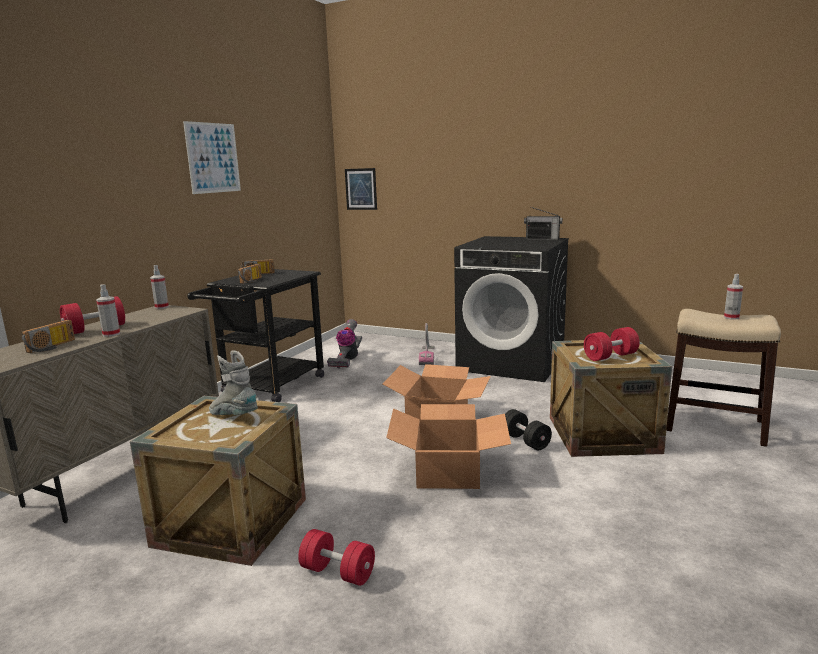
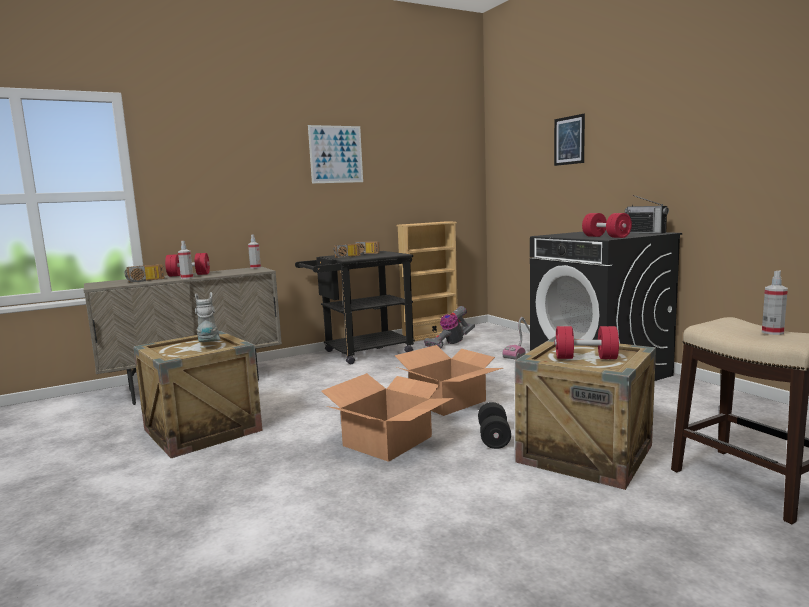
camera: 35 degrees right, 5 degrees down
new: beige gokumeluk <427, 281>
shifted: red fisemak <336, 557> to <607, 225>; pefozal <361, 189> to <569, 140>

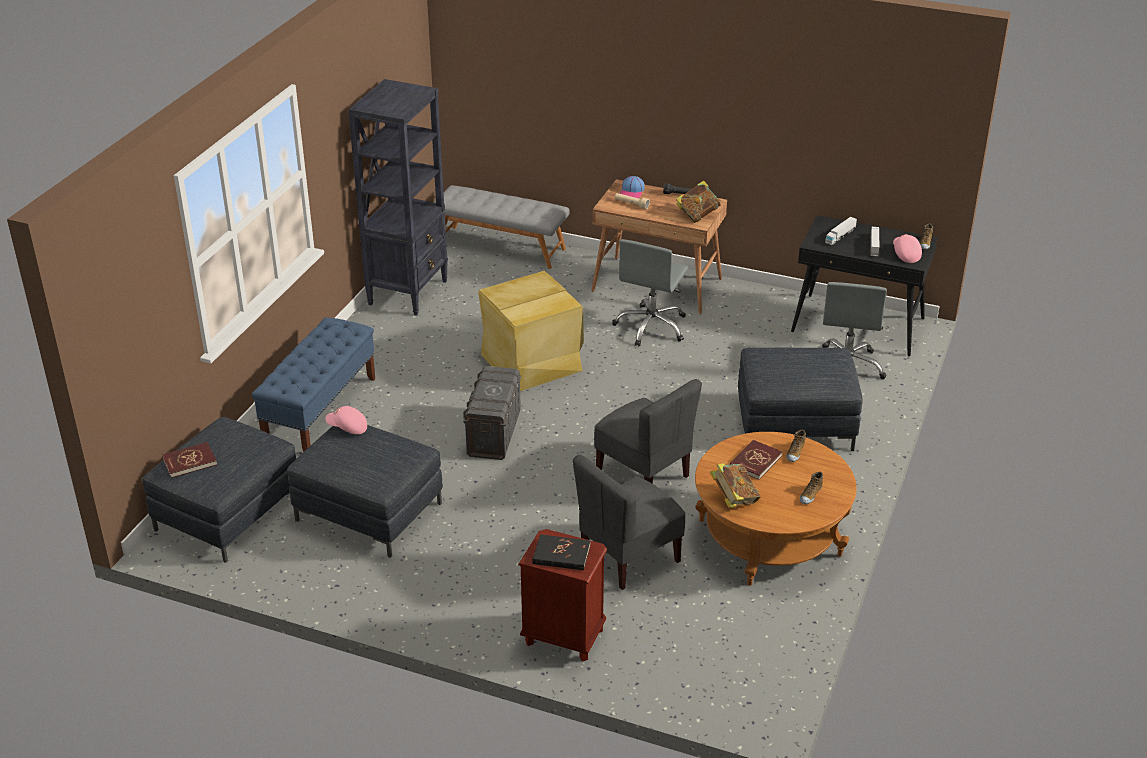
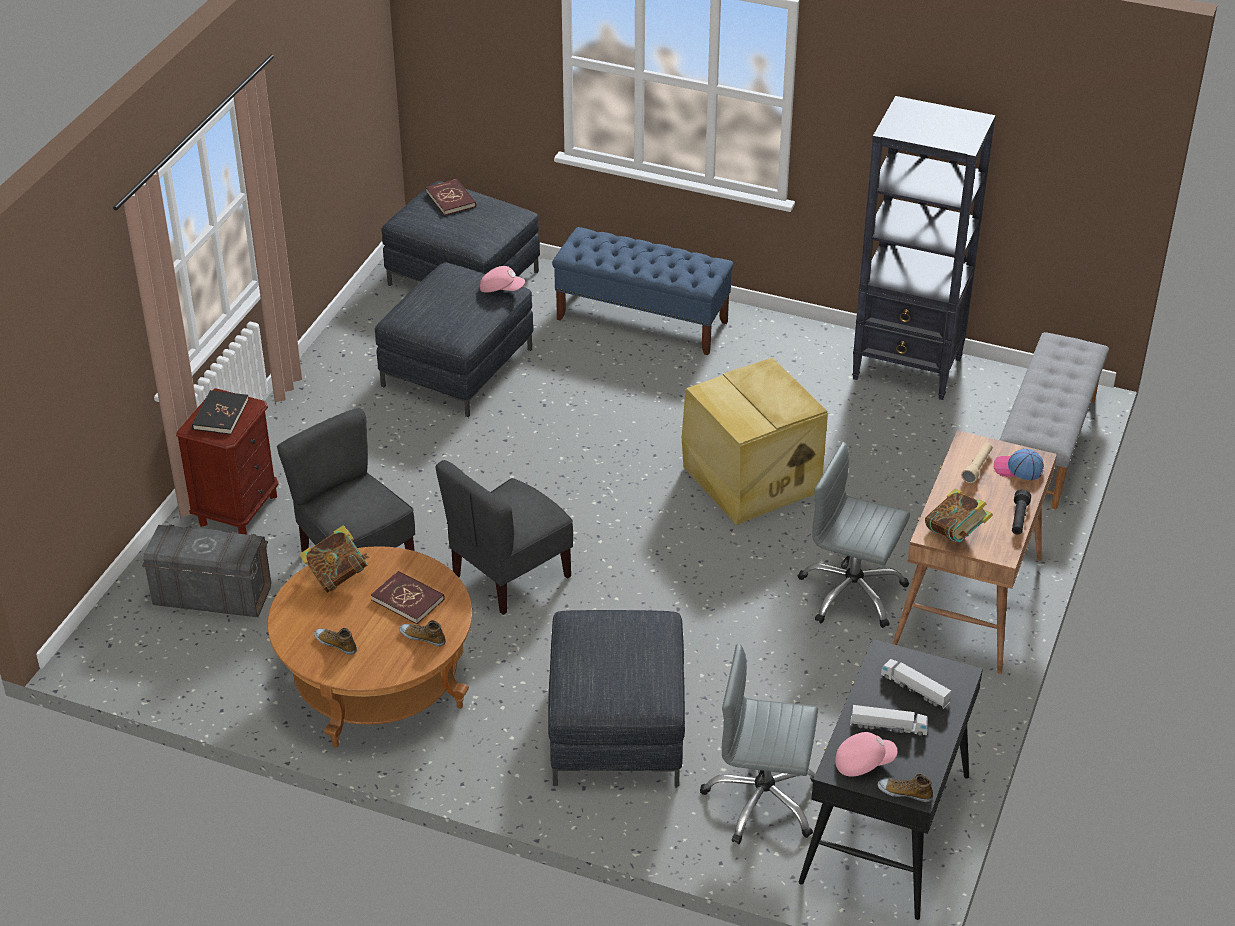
camera: 90 degrees right, 5 degrees up
shifted: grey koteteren <492, 413> to <206, 570>
rotated: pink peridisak <346, 420> = <502, 279> 90 degrees clockwise

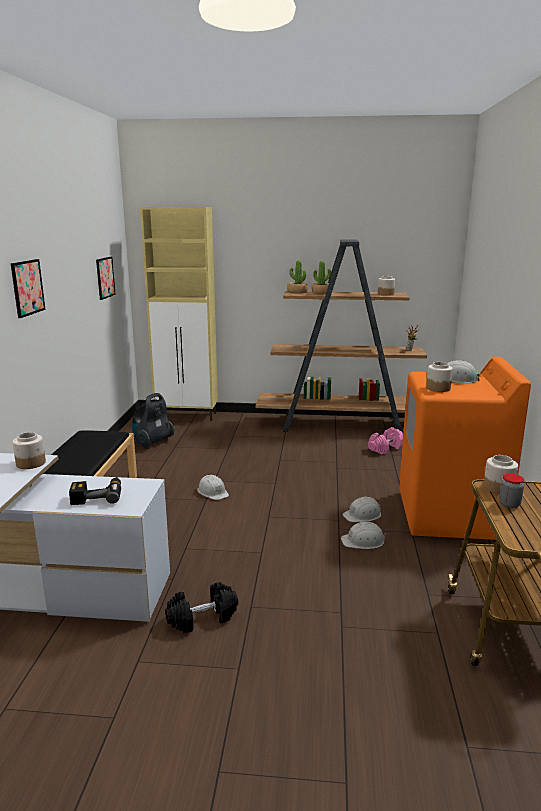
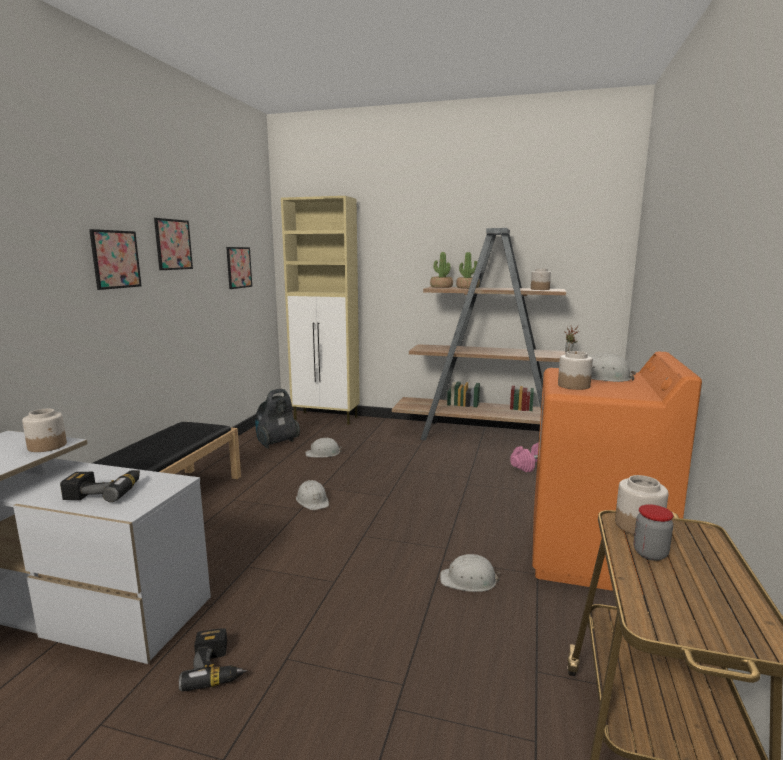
camera: 10 degrees right, 5 degrees down
new: pefozal <173, 244>
shifted: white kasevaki <361, 509> to <323, 447>
swapped: black fisemak <201, 607> to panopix <213, 659>

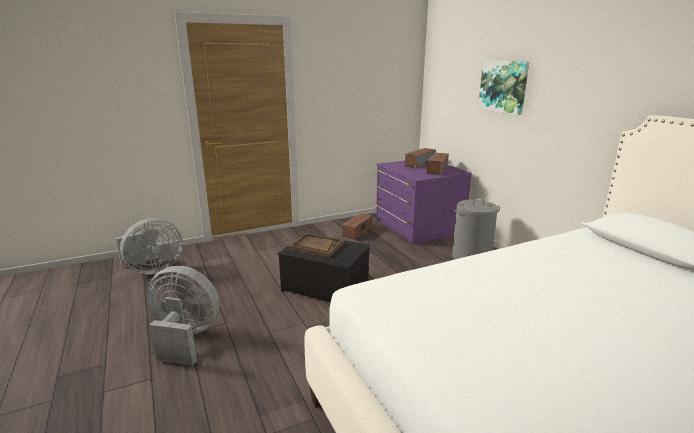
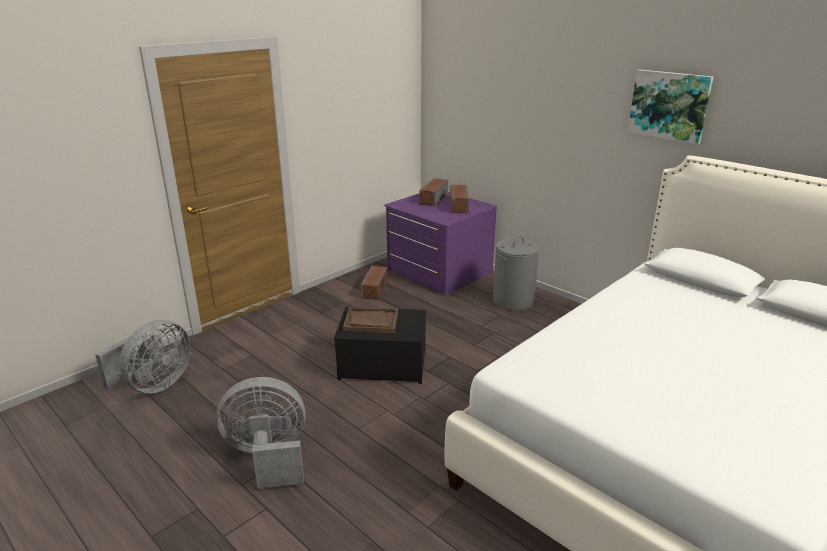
camera: 20 degrees left, 5 degrees up
shifted: pefozal <504, 88> to <670, 106>

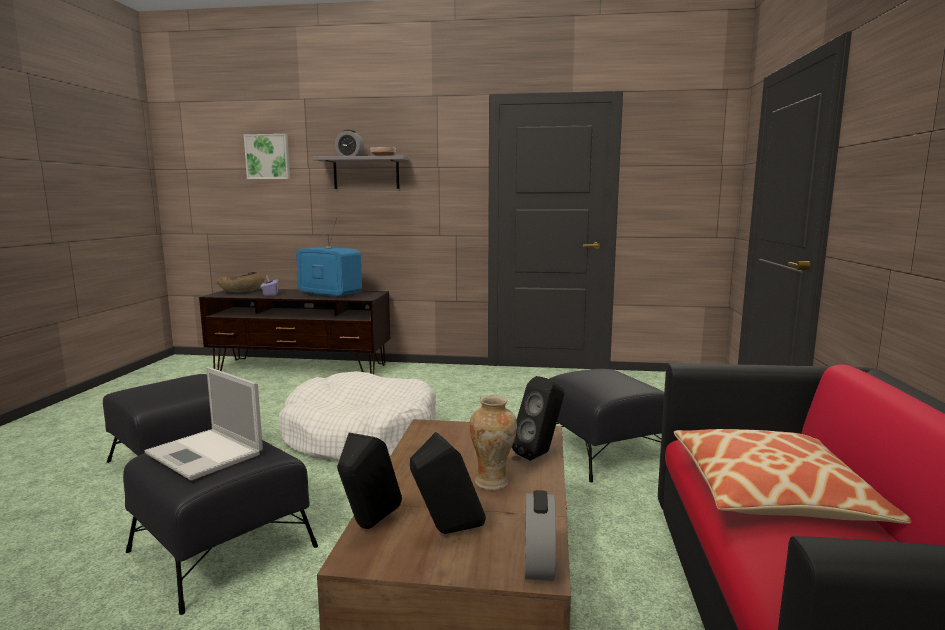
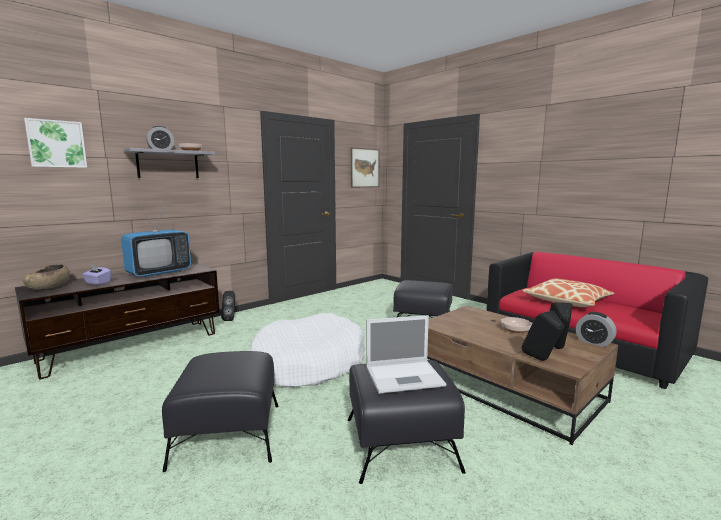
camera: 50 degrees left, 0 degrees up
new: pefozal <365, 167>
shifted: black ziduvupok <538, 418> to <228, 306>
swapped: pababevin <493, 442> to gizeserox <516, 325>
rotated: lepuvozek <329, 257> = <156, 240> 150 degrees clockwise

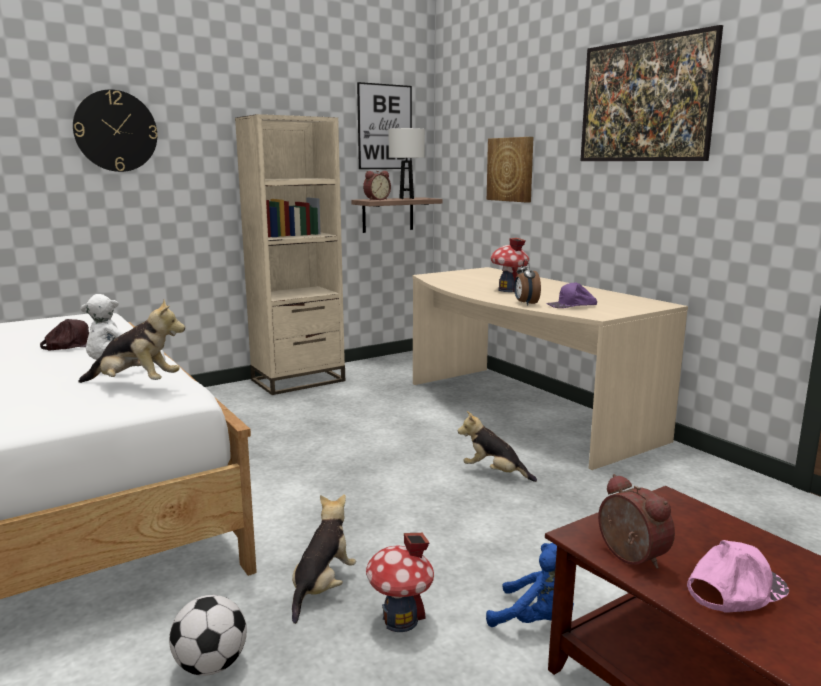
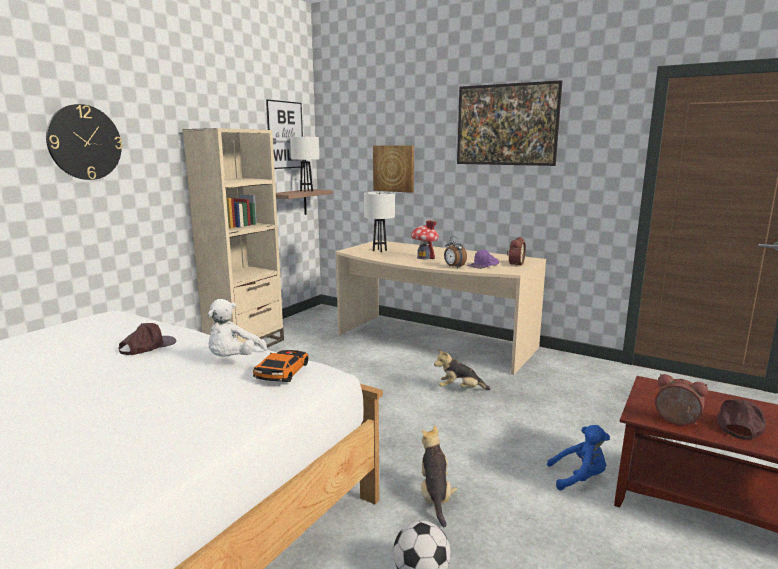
camera: 25 degrees left, 0 degrees up
gone: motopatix <400, 582>
new: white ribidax <379, 222>
shifted: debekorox <377, 185> to <516, 252>
swapped: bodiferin <131, 341> to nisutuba <281, 366>
repainted: pink peridisak <738, 576> to brown peridisak <741, 419>

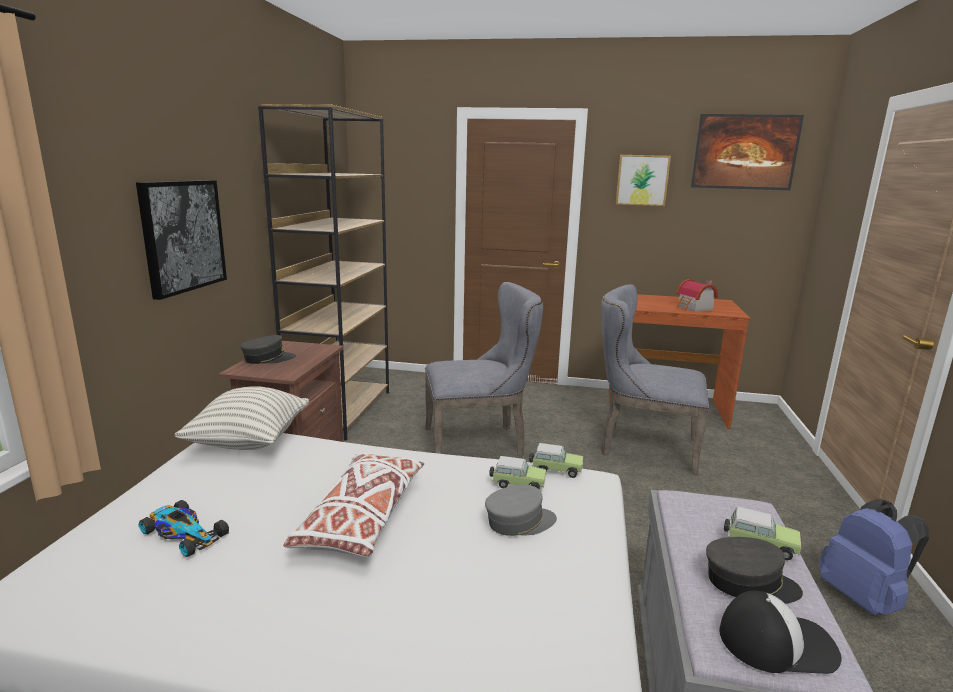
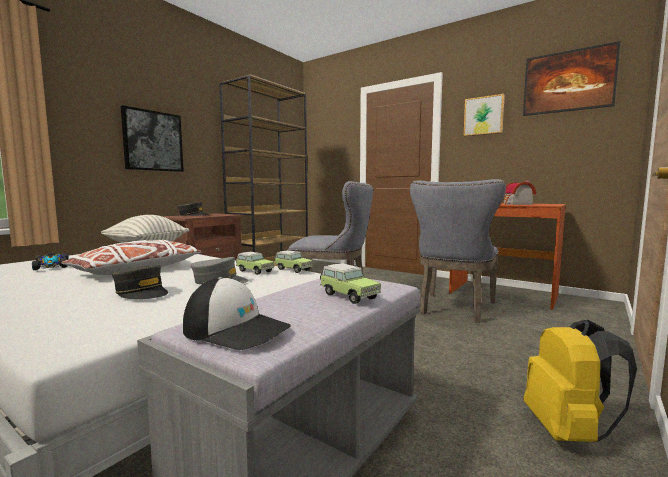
camera: 25 degrees right, 10 degrees down
shifted: grey peridisak <754, 570> to <140, 282>
repainted: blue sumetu <873, 557> to yellow sumetu <580, 381>
rotated: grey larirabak <655, 380> = <458, 251> 105 degrees counterclockwise

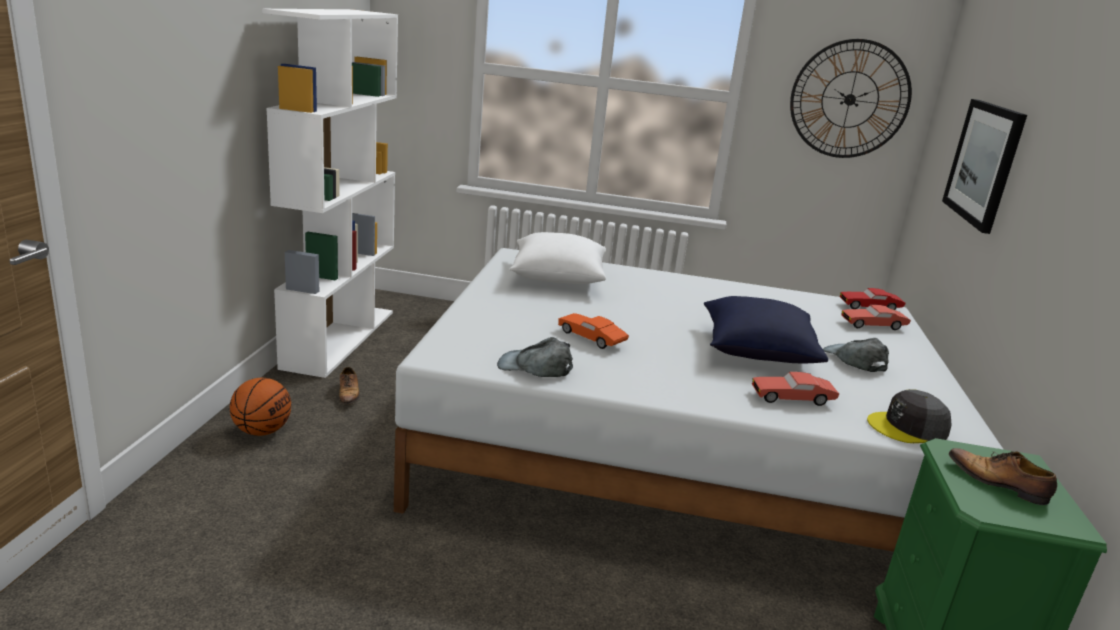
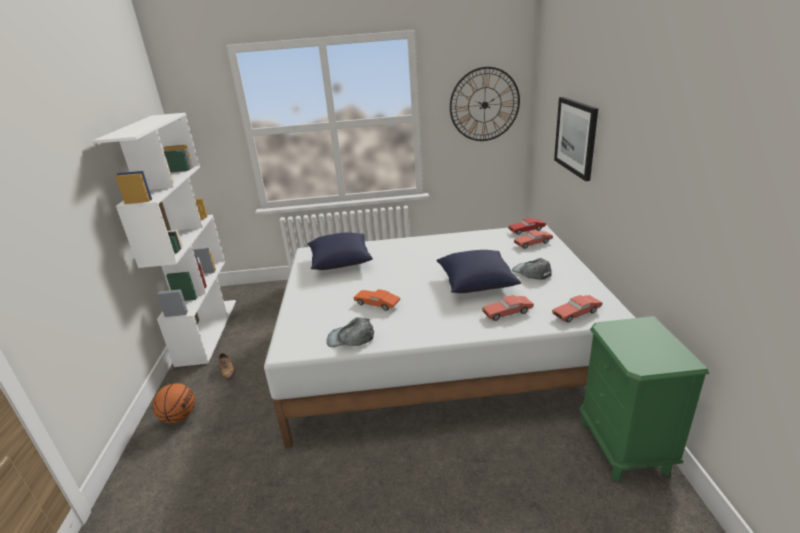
camera: 10 degrees left, 5 degrees up
gone: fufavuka <1003, 476>
swapped: grey peridisak <909, 416> to red nisutuba <577, 309>
repainted: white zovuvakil <557, 258> to blue zovuvakil <340, 251>

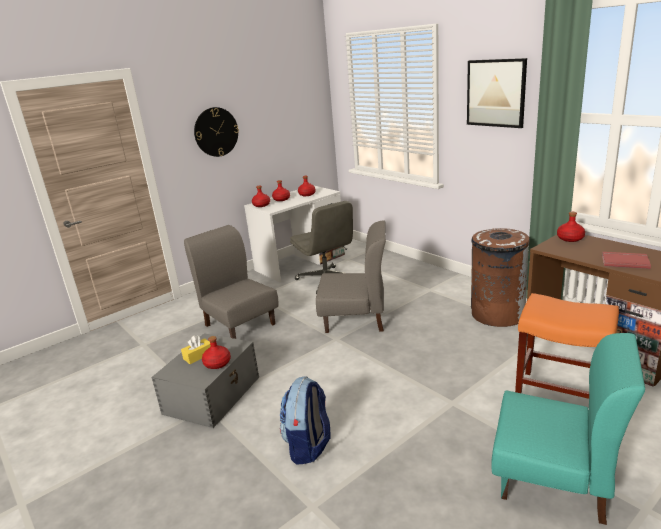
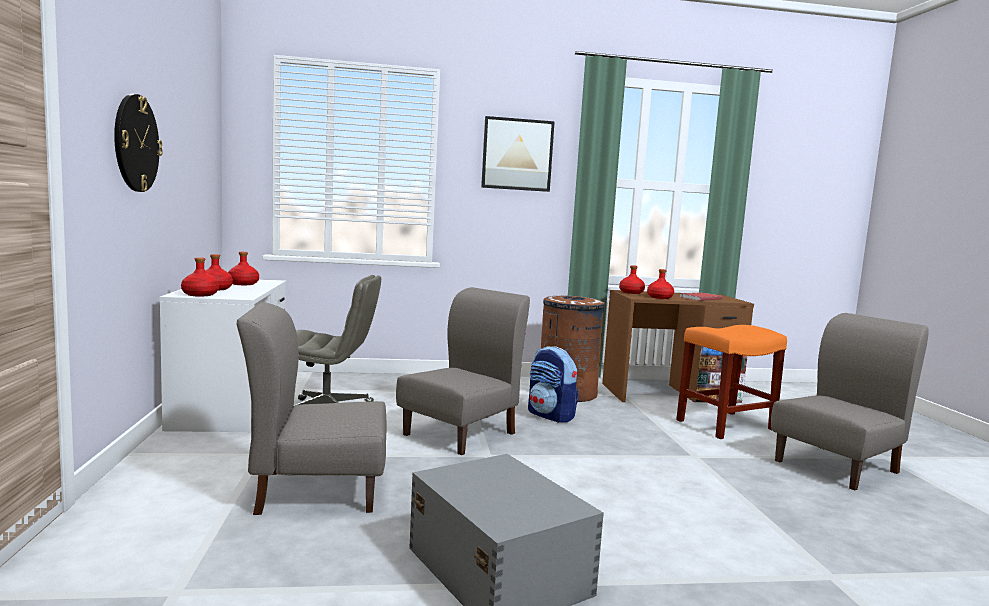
camera: 60 degrees left, 15 degrees down
gone: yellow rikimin <196, 349>
shifted: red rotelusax <216, 352> to <660, 284>; sumetu <305, 420> to <553, 384>
repainted: turquoise larirabak <568, 429> to grey larirabak <850, 402>

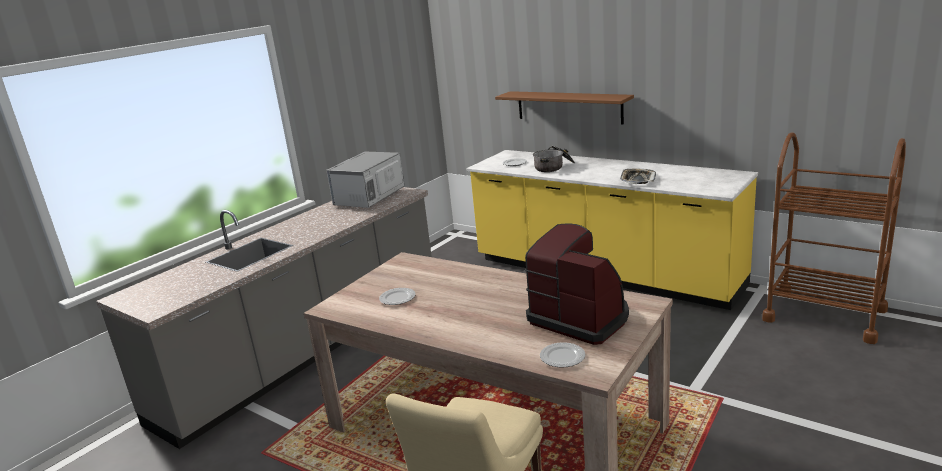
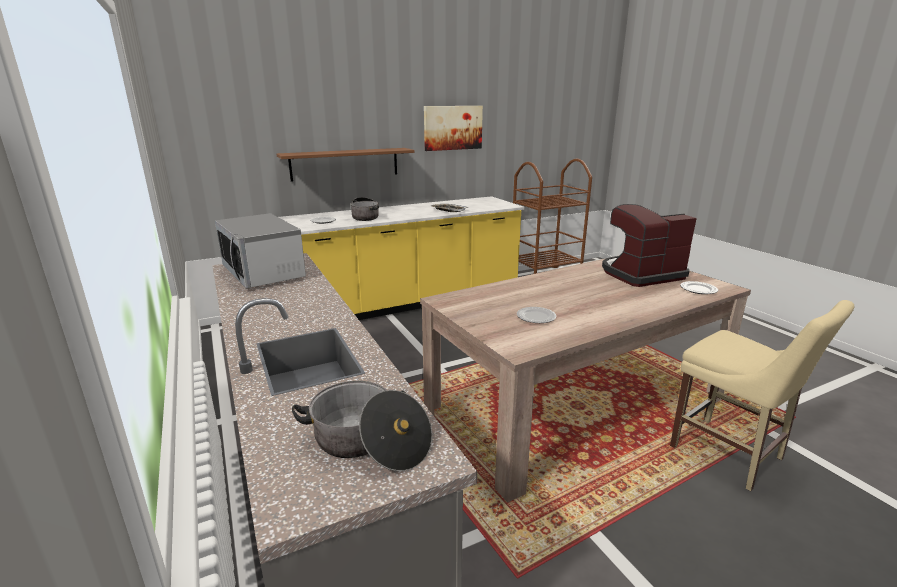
camera: 65 degrees left, 0 degrees up
new: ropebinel <362, 426>; pefozal <453, 128>

